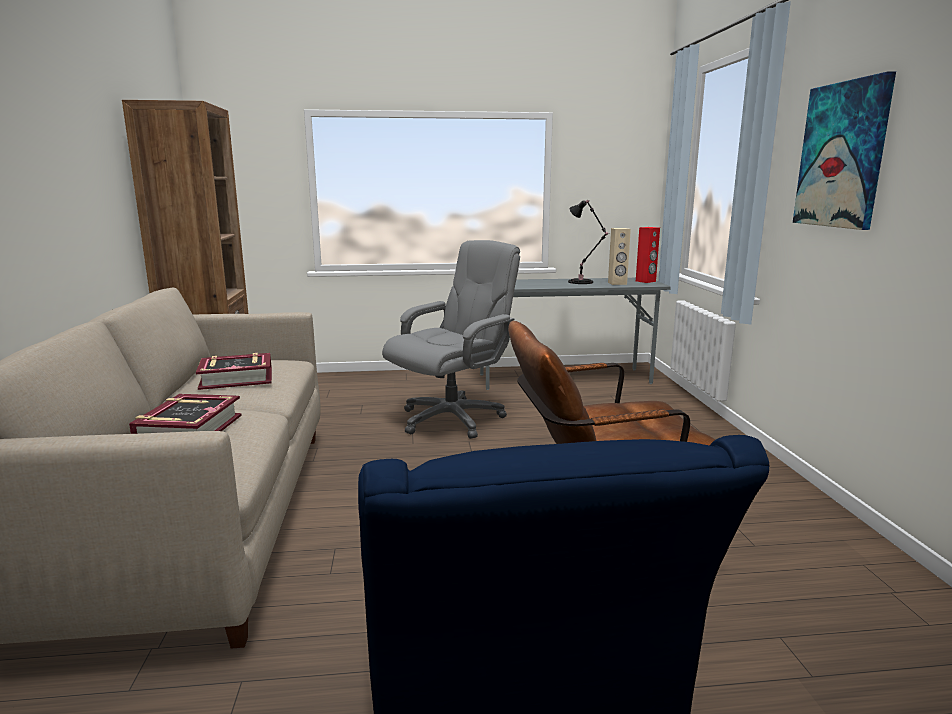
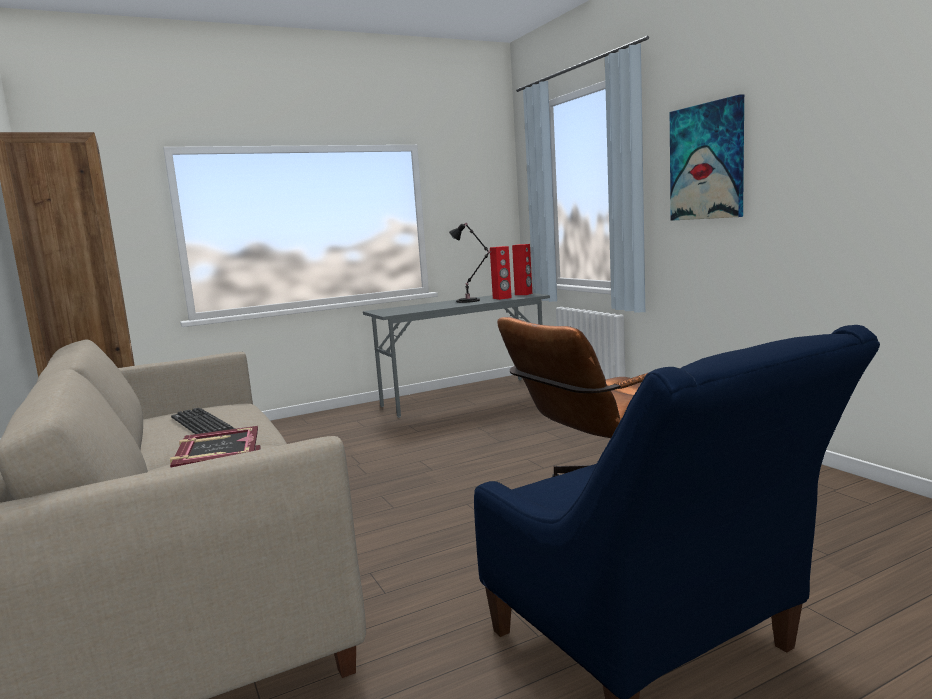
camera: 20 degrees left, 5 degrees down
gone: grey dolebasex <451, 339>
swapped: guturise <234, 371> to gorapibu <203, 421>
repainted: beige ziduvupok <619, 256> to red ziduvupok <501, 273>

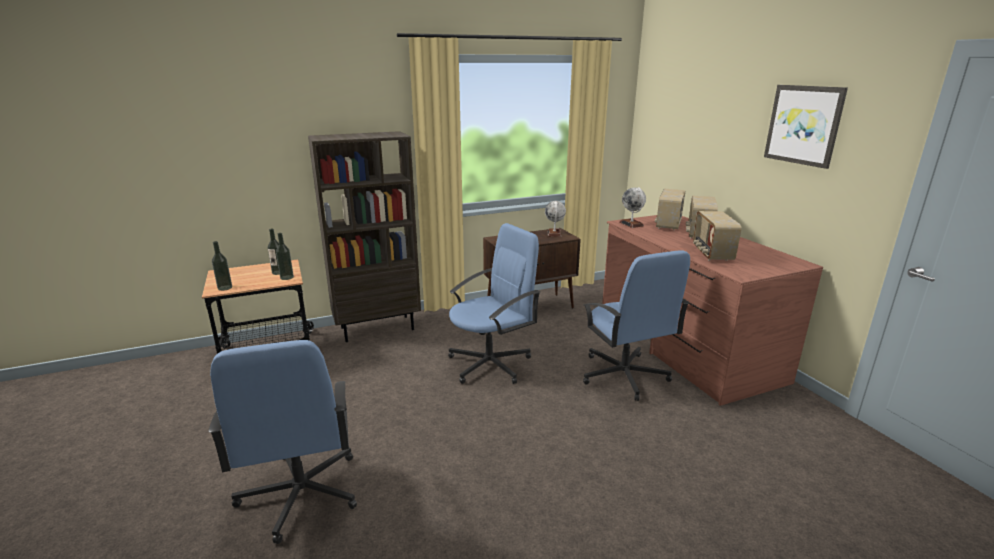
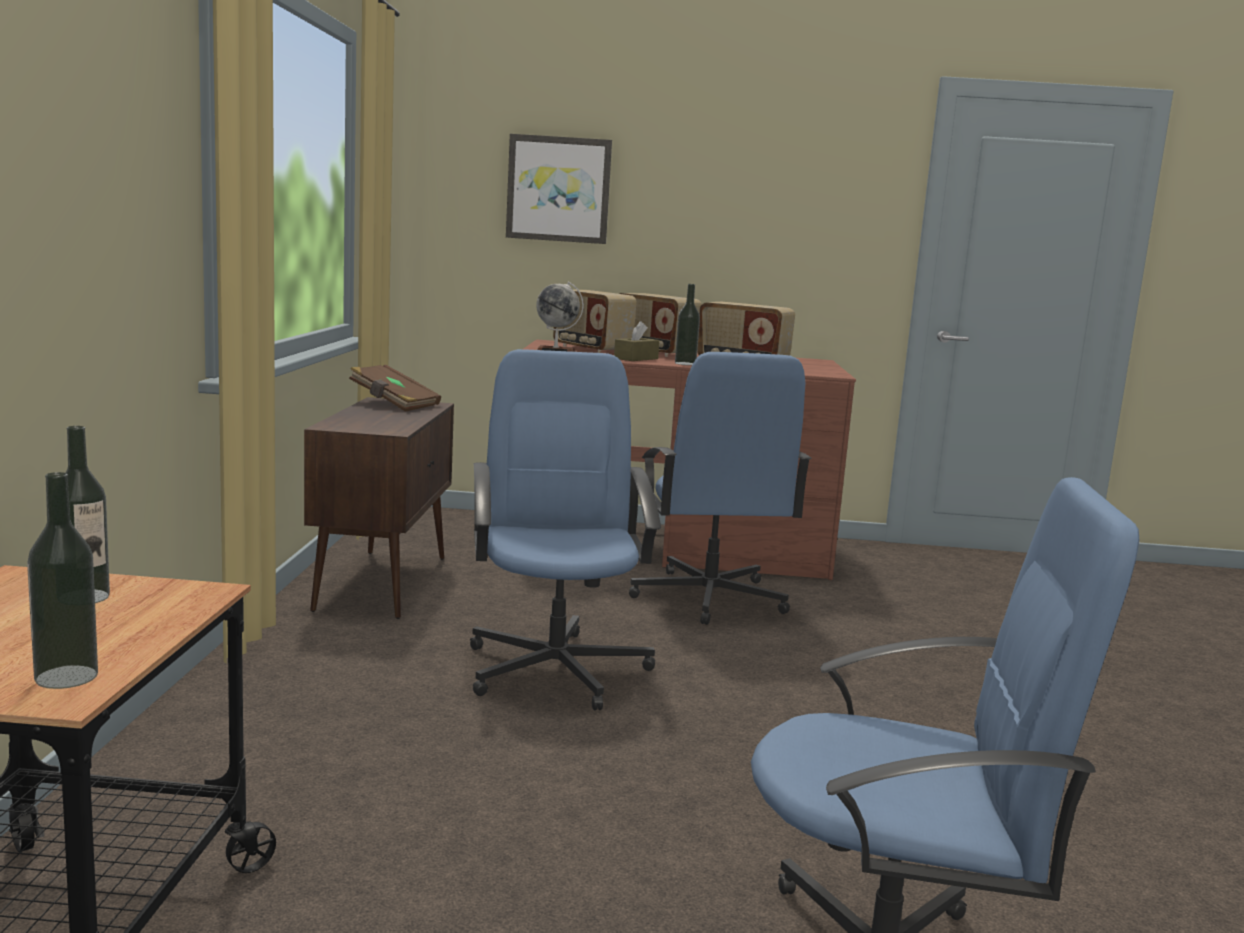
camera: 65 degrees left, 10 degrees down
gone: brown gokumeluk <364, 236>
new: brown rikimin <637, 341>
shifted: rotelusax <285, 256> to <687, 324>; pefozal <806, 127> to <559, 189>
swapped: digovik <555, 219> to brown guturise <395, 388>
rotated: blue dolebasex <636, 325> = <720, 488> 75 degrees clockwise

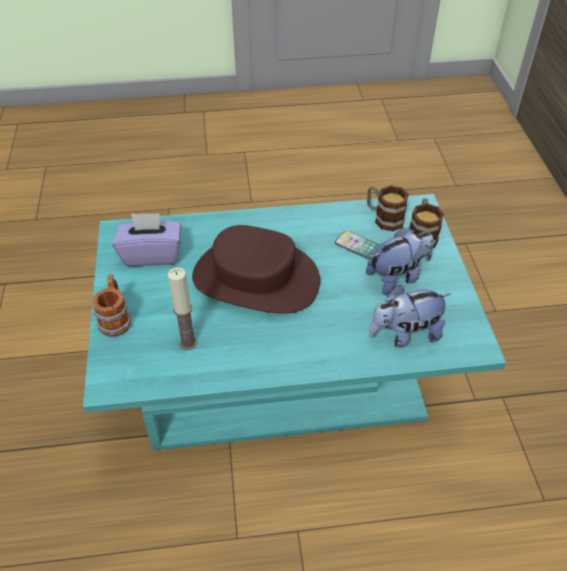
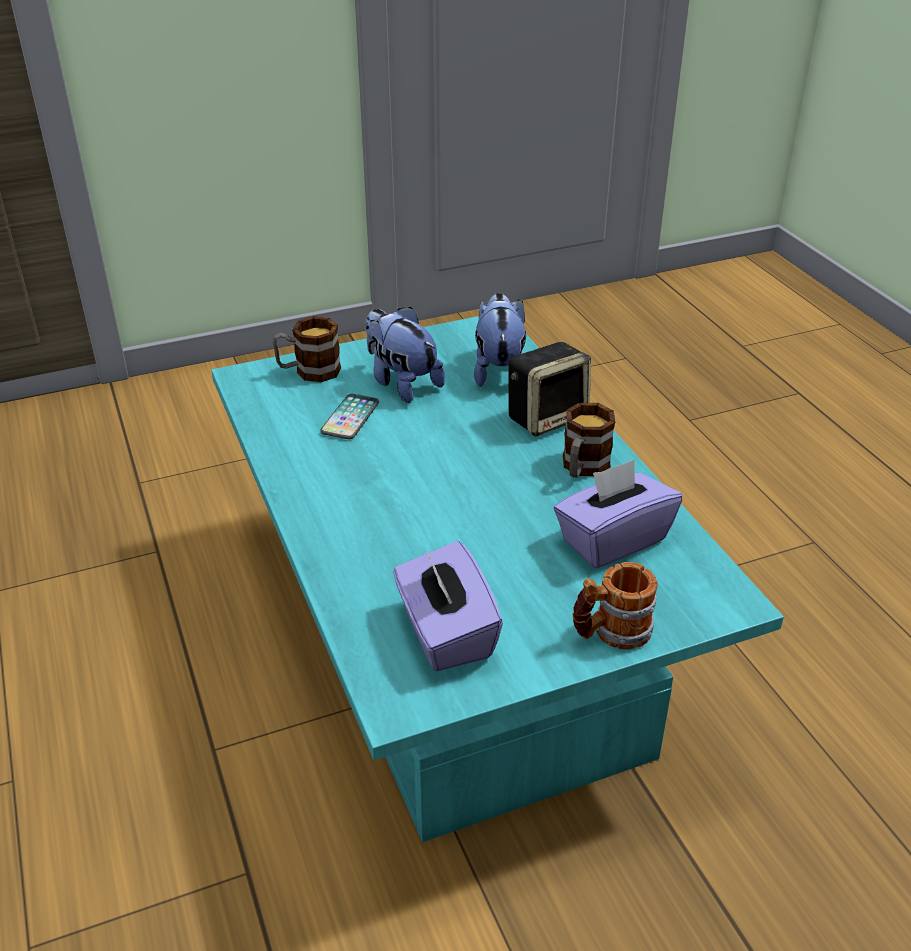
camera: 105 degrees left, 10 degrees down
gone: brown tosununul <256, 269>
new: ziduvupok <549, 389>
shifted: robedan <388, 208> to <589, 440>
swapped: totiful <182, 308> to purple rikimin <618, 513>
rotated: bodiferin <409, 316> = <500, 340> 150 degrees counterclockwise

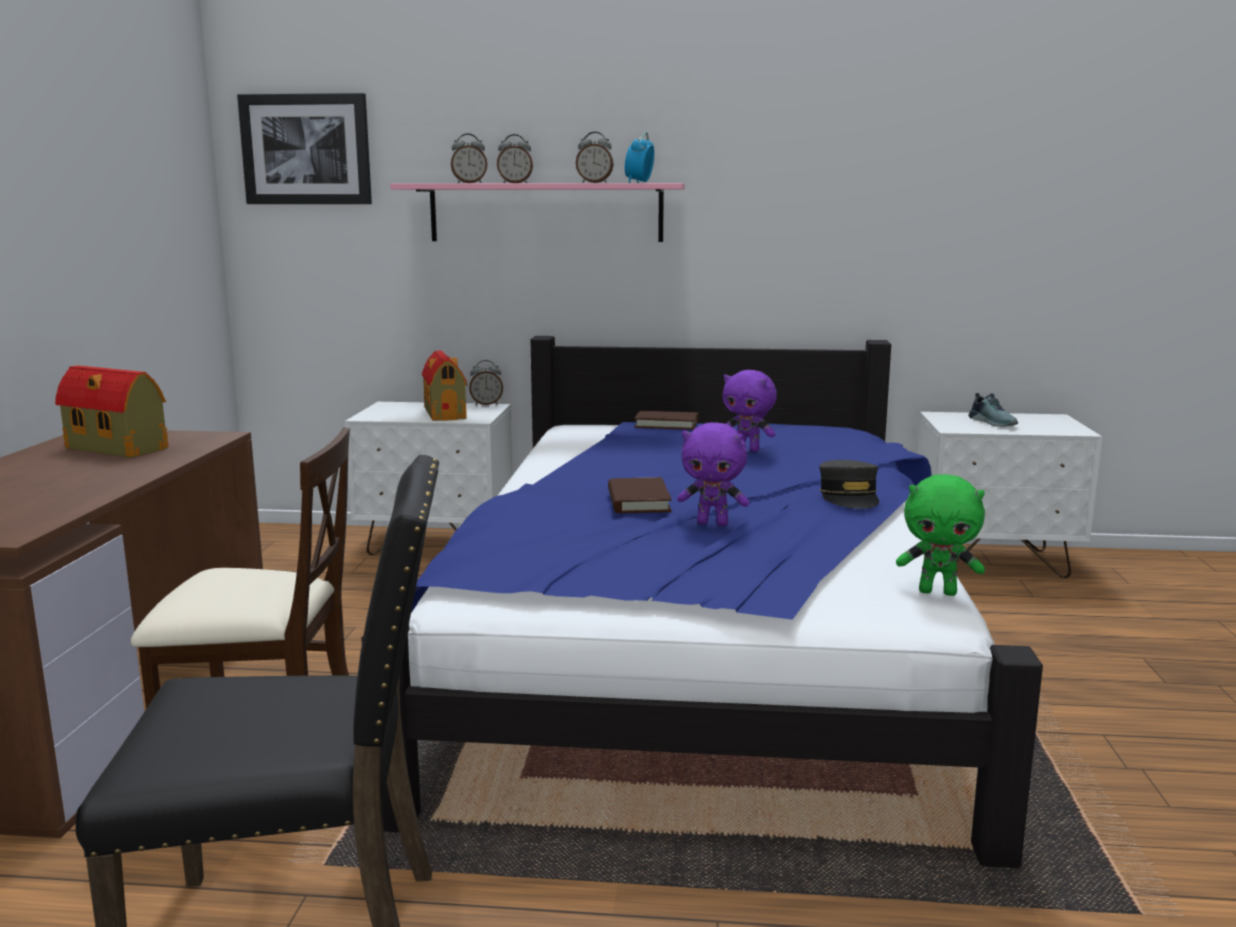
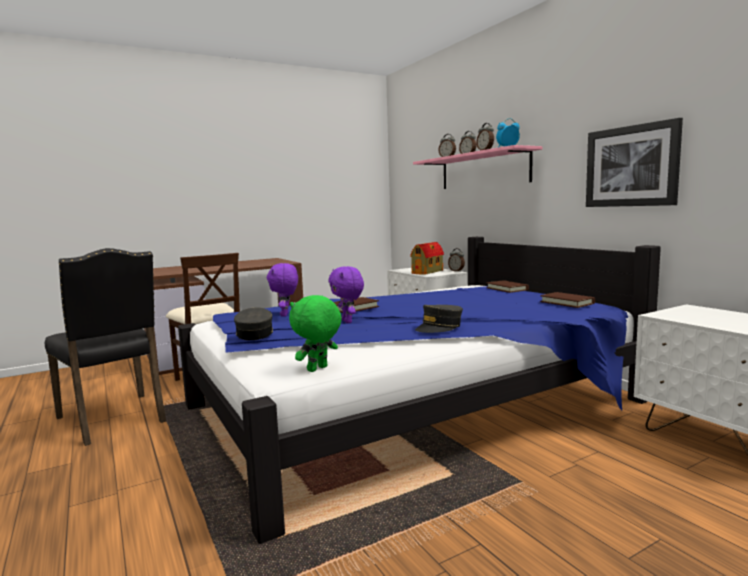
camera: 55 degrees right, 5 degrees down
gone: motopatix <112, 411>; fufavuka <993, 410>
new: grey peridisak <253, 323>; brown guturise <567, 300>
shifted: pefozal <304, 148> to <634, 162>; purple bodiferin <750, 411> to <282, 290>
rotated: green bodiferin <940, 535> = <315, 333> 60 degrees clockwise

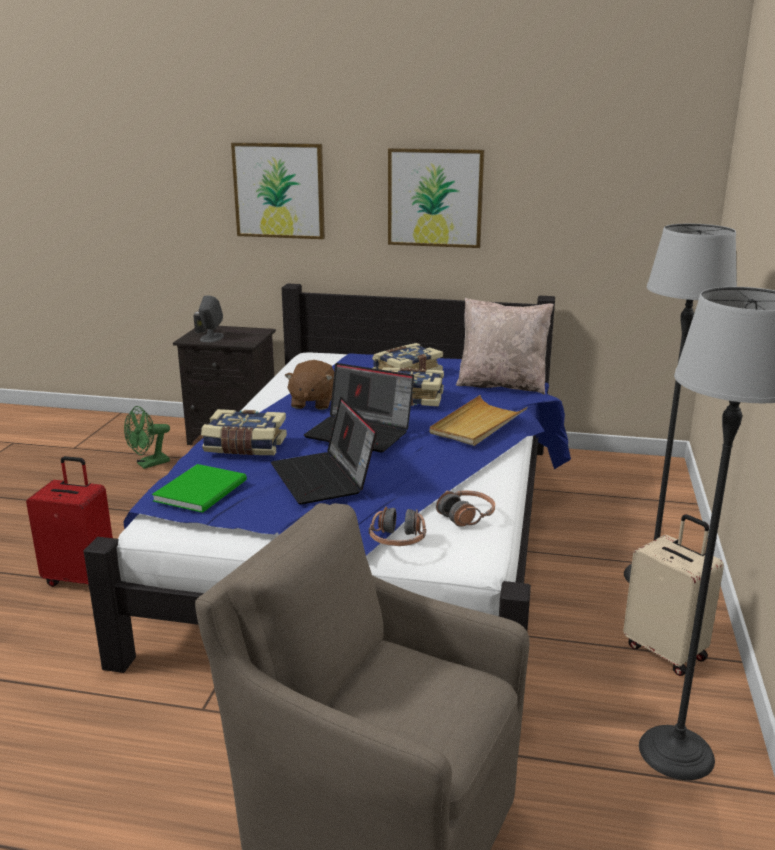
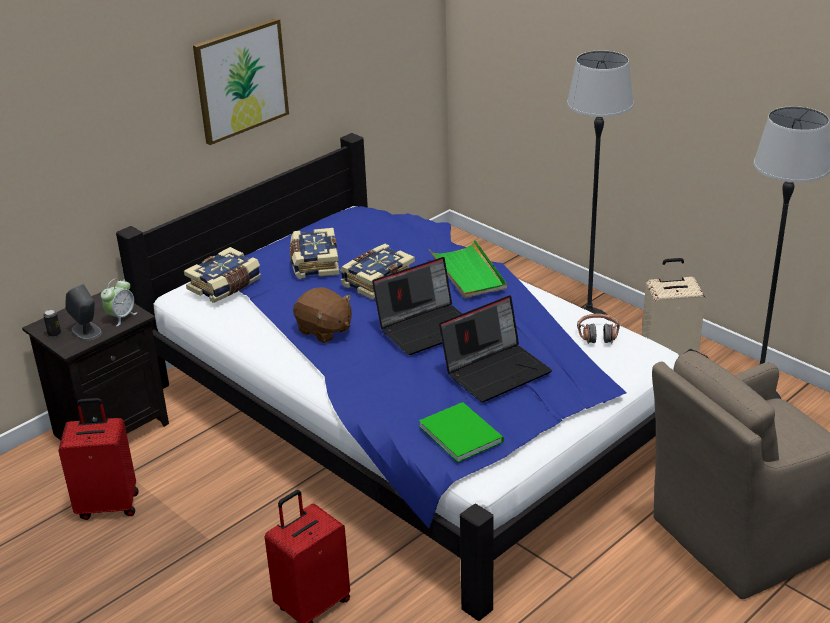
camera: 55 degrees left, 10 degrees up
gone: pefozal <278, 190>; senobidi <397, 526>; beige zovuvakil <505, 346>
new: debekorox <119, 302>
shifted: guturise <244, 432> to <222, 275>
swapped: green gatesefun <147, 437> to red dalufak <98, 459>
repainted: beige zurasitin <479, 420> to green zurasitin <468, 269>
rotated: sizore <324, 450> = <495, 348> 45 degrees counterclockwise

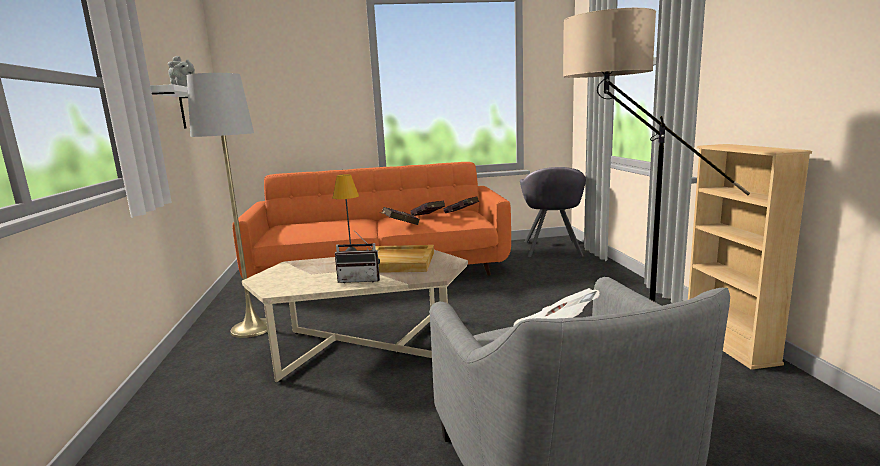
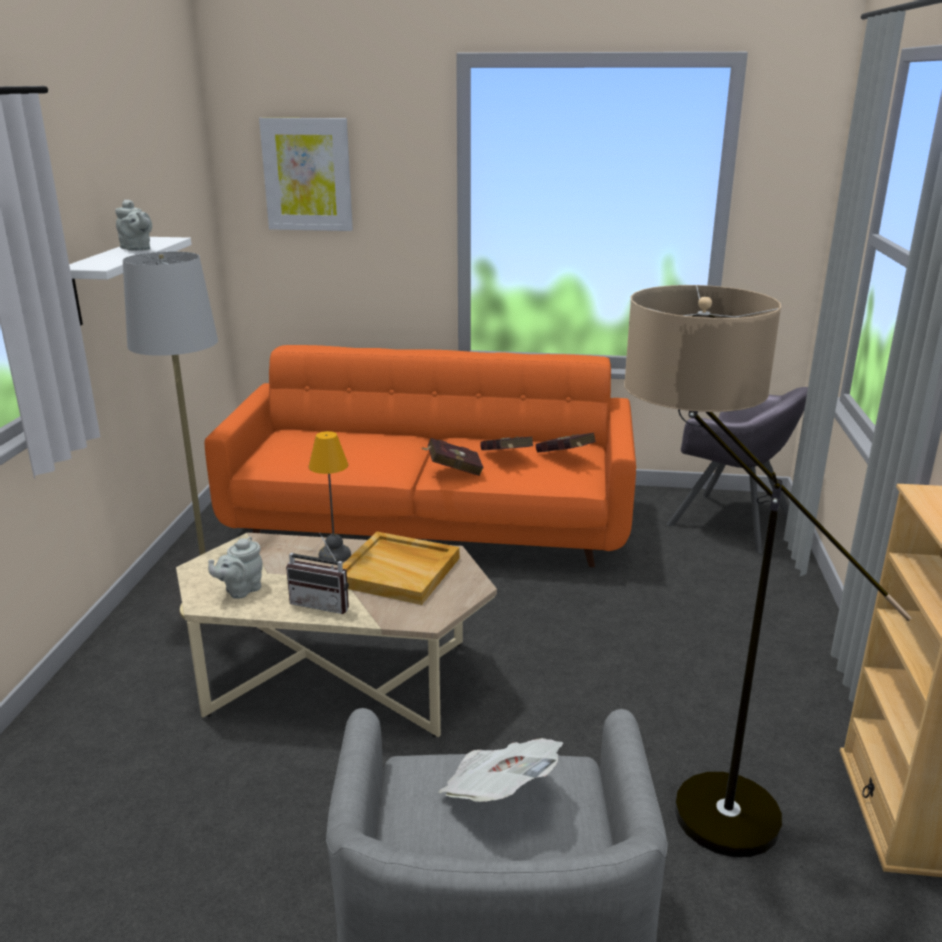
camera: 15 degrees right, 10 degrees up
new: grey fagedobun <235, 568>; pefozal <306, 174>
rotated: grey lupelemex <553, 212> = <737, 470> 75 degrees counterclockwise

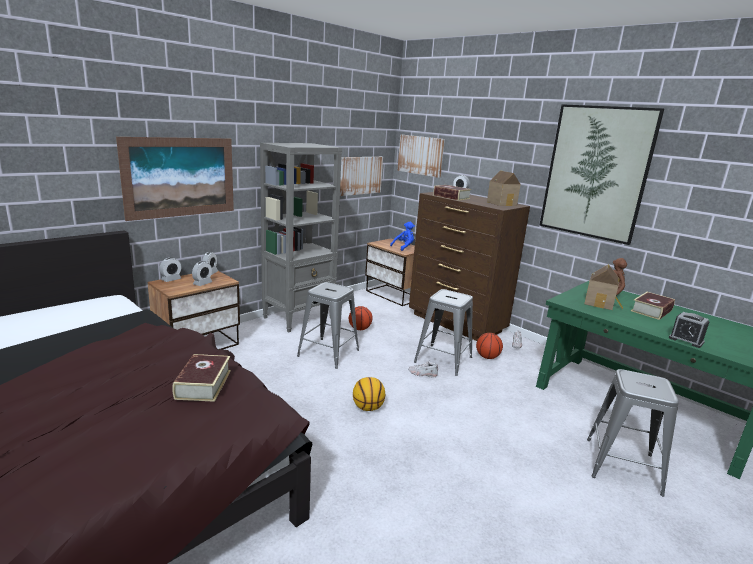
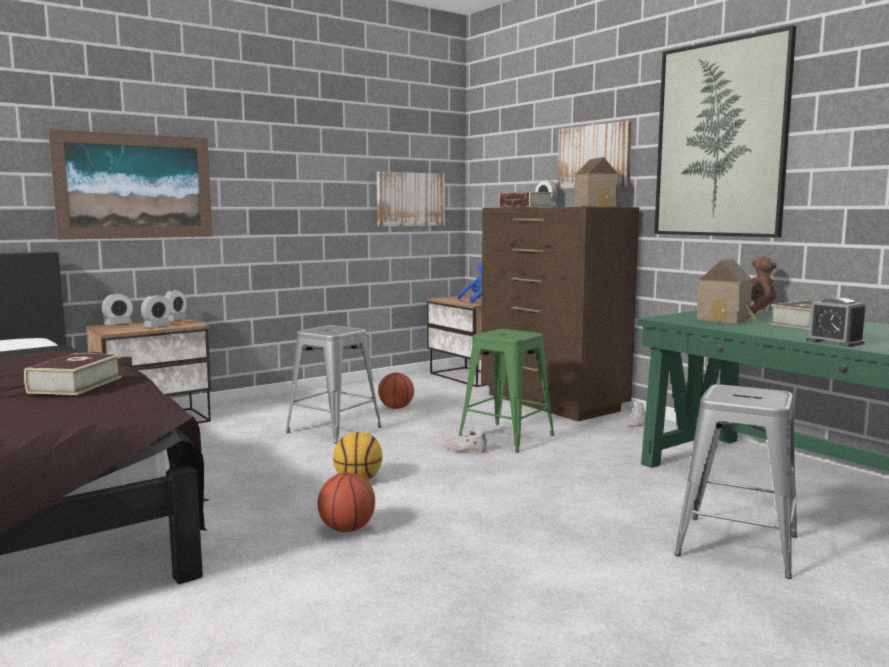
camera: 10 degrees right, 10 degrees down
gone: grey gokumeluk <301, 237>
shifted: pefozal <421, 156> to <594, 155>; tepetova <489, 346> to <346, 502>
repainted: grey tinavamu <443, 332> to green tinavamu <506, 391>

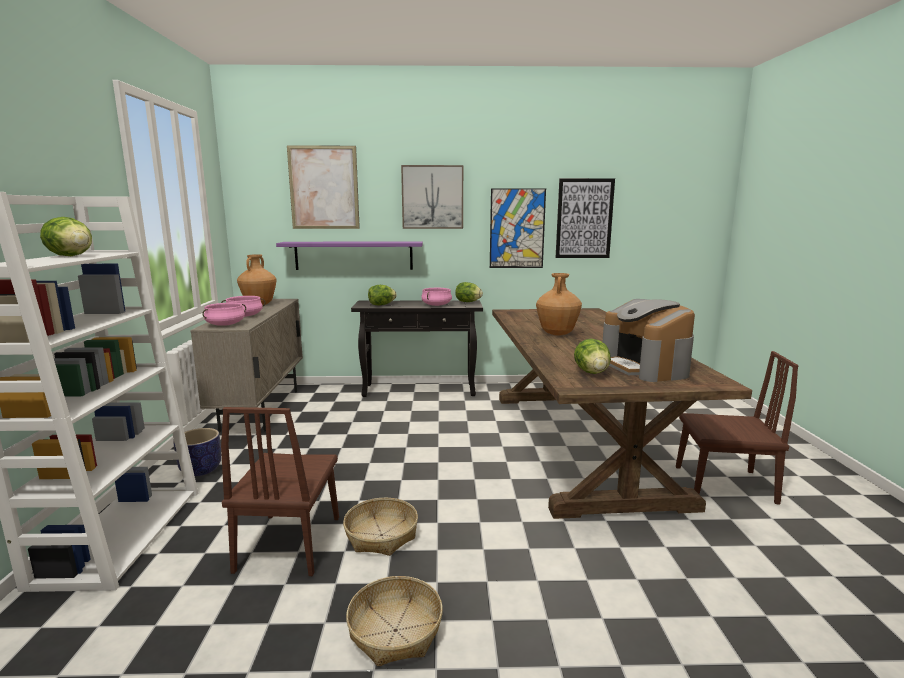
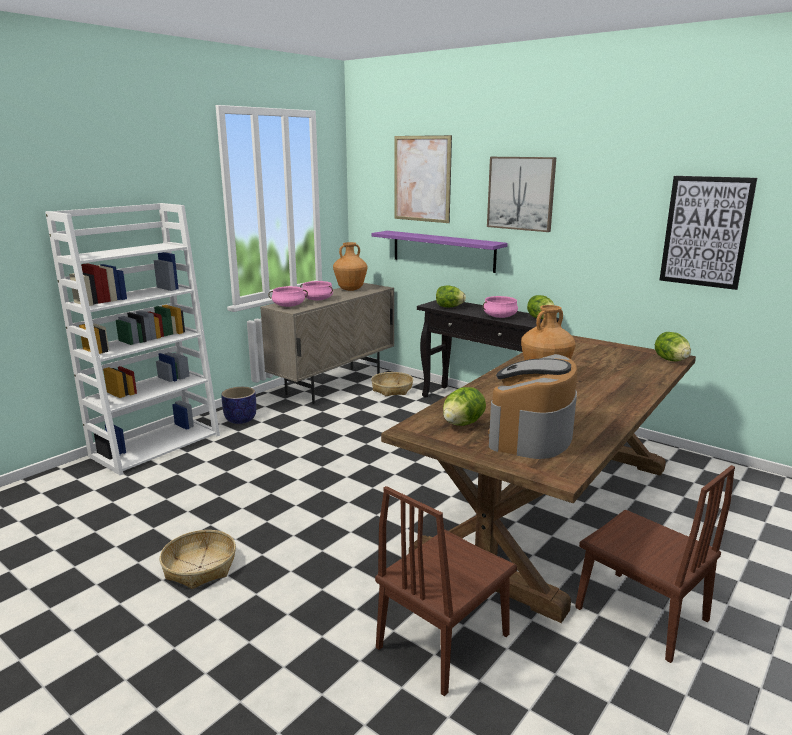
camera: 40 degrees right, 5 degrees up
gone: pefozal <518, 228>
shifted: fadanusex <66, 236> to <673, 346>; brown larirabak <280, 491> to <446, 591>; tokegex <380, 527> to <392, 384>

